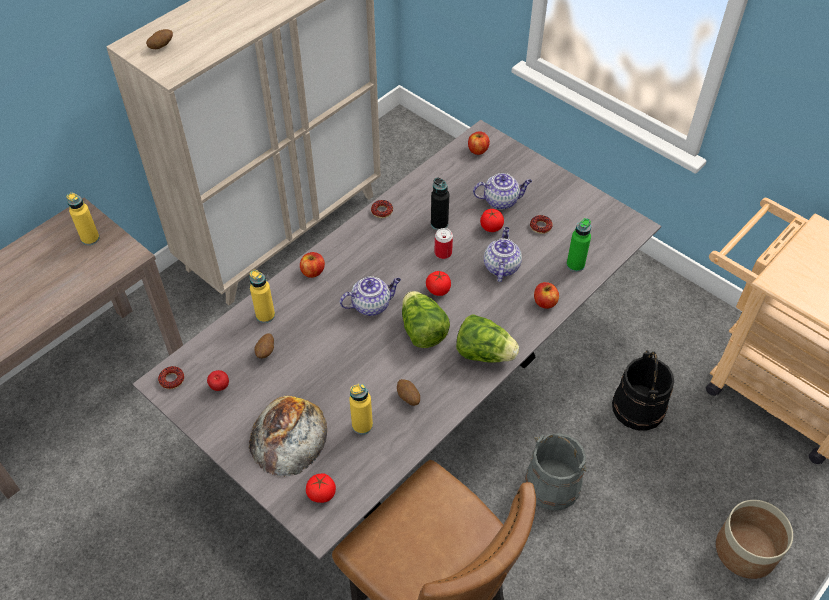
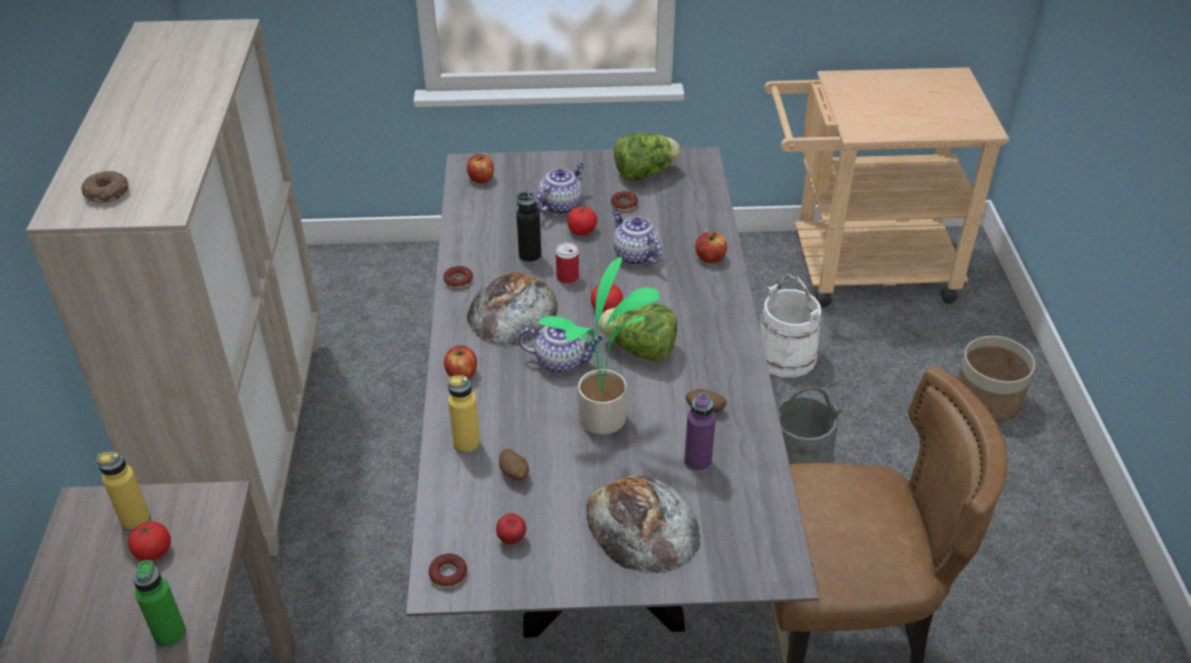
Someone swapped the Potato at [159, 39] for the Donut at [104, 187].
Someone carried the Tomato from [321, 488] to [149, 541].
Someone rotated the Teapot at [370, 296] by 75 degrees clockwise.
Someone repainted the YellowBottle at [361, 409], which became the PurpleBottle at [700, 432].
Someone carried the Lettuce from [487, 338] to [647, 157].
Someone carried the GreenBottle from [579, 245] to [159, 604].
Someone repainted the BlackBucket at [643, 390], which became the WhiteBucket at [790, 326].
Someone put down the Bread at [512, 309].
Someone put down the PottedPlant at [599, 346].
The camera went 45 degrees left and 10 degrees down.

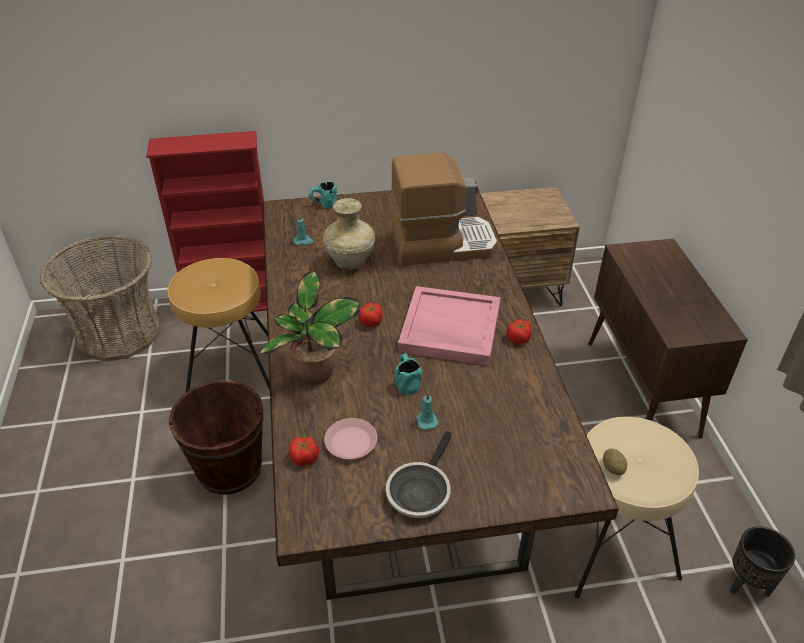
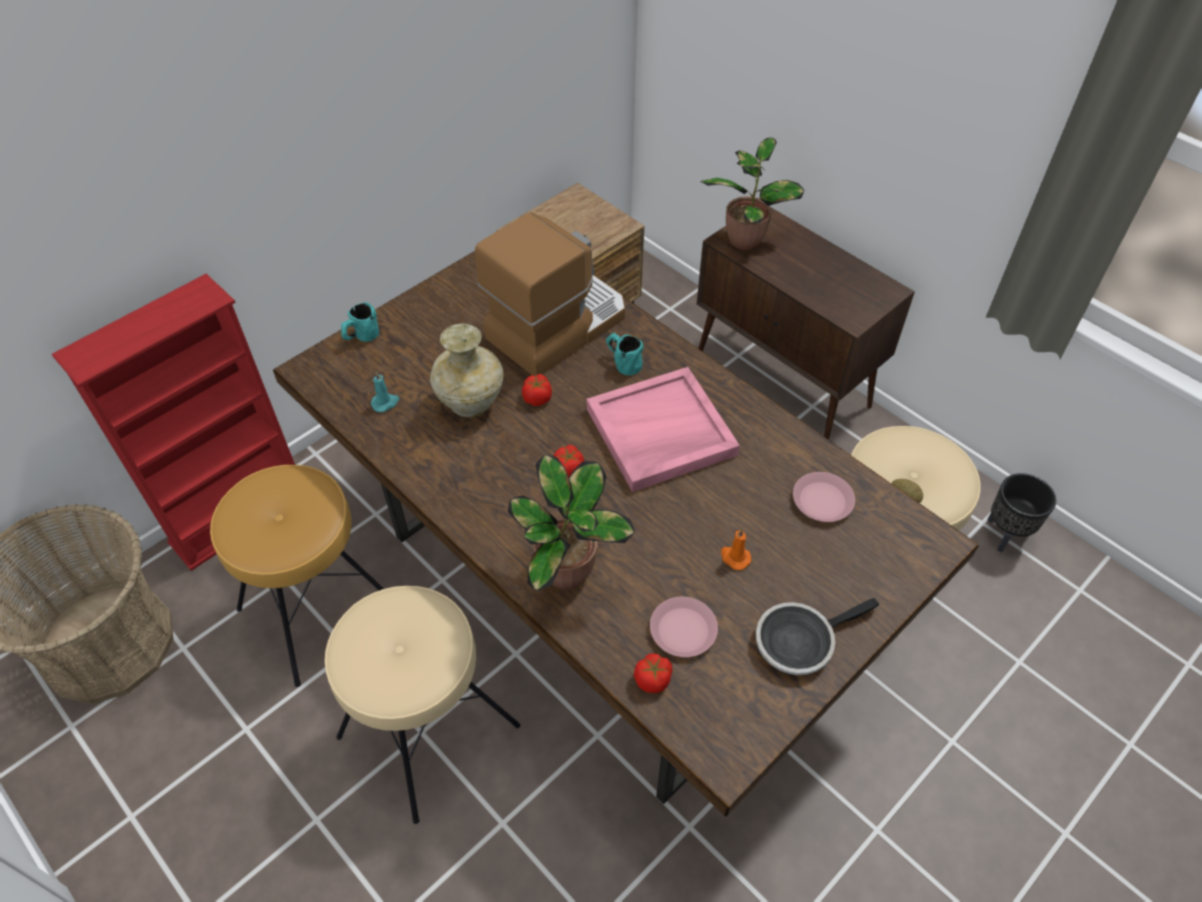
Someone swapped the BrownBucket at [216, 437] for the BeigeStool at [422, 705].
Someone rotated the FryingPan at [419, 475] by 75 degrees clockwise.
Someone carried the TurquoiseMug from [408, 374] to [625, 354].
Someone repainted the TurquoiseCandle at [427, 411], which became the OrangeCandle at [736, 549].
Someone carried the Tomato from [519, 331] to [537, 390].
Someone put down the PottedPlant at [752, 194].
Someone put down the PinkPlate at [824, 497].
The camera went 35 degrees left and 10 degrees up.

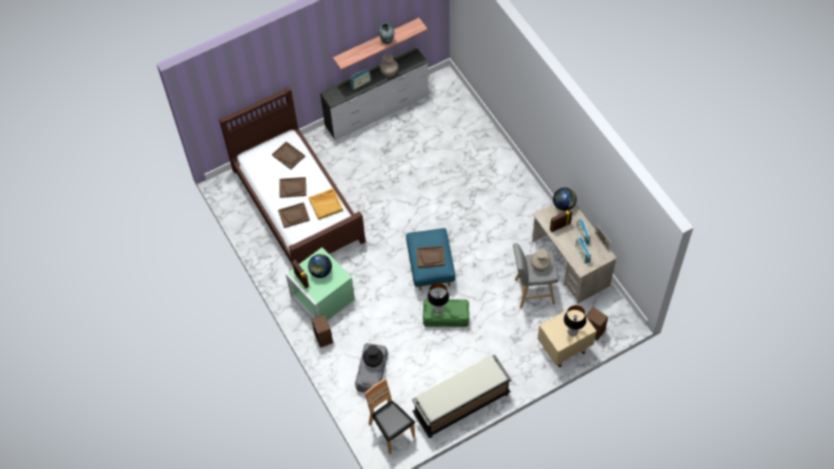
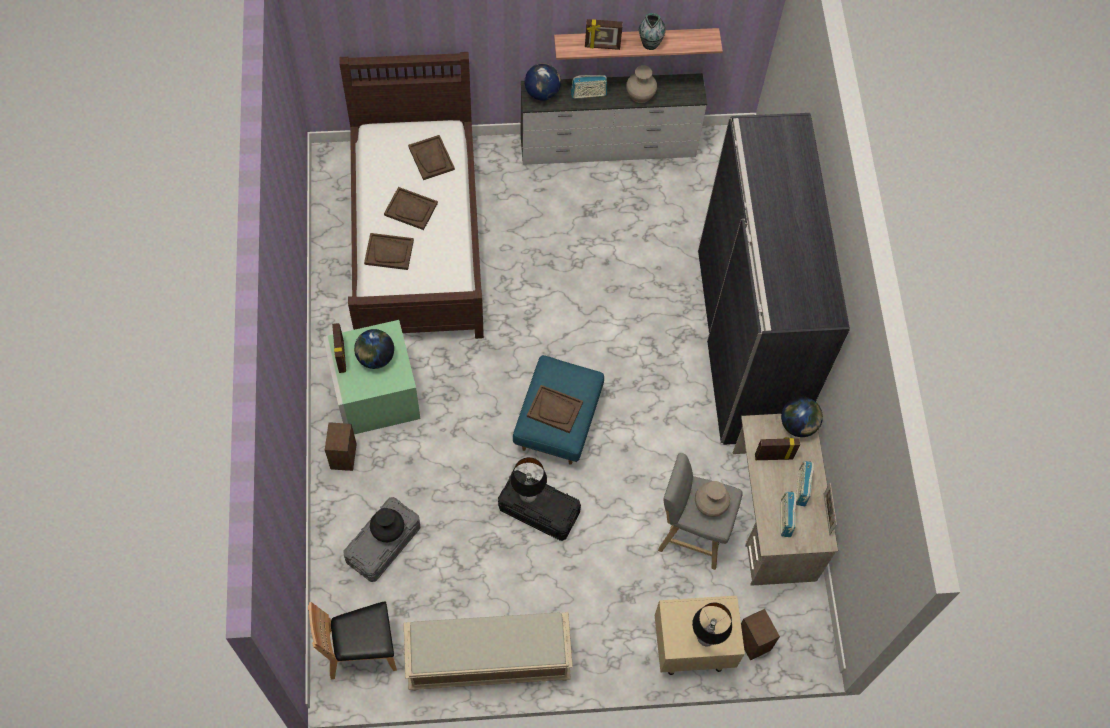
Someone took away the BeigeTray at [326, 204].
Someone rotated the BrownChair at [390, 416] by 90 degrees counterclockwise.
Someone repainted the BlackBench at [462, 396], which became the BeigeBench at [488, 651].
Someone repainted the GreenStorageBox at [446, 313], which became the BlackStorageBox at [539, 505].
Someone put down the Globe at [543, 82].
Someone put down the PictureFrame at [604, 34].
Someone put down the GreyWardrobe at [774, 279].
The camera went 20 degrees right and 5 degrees up.

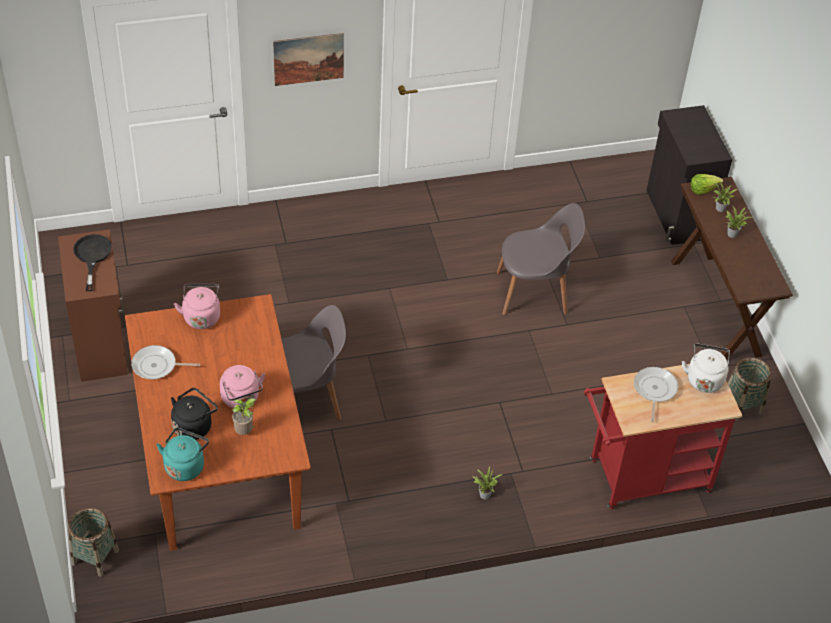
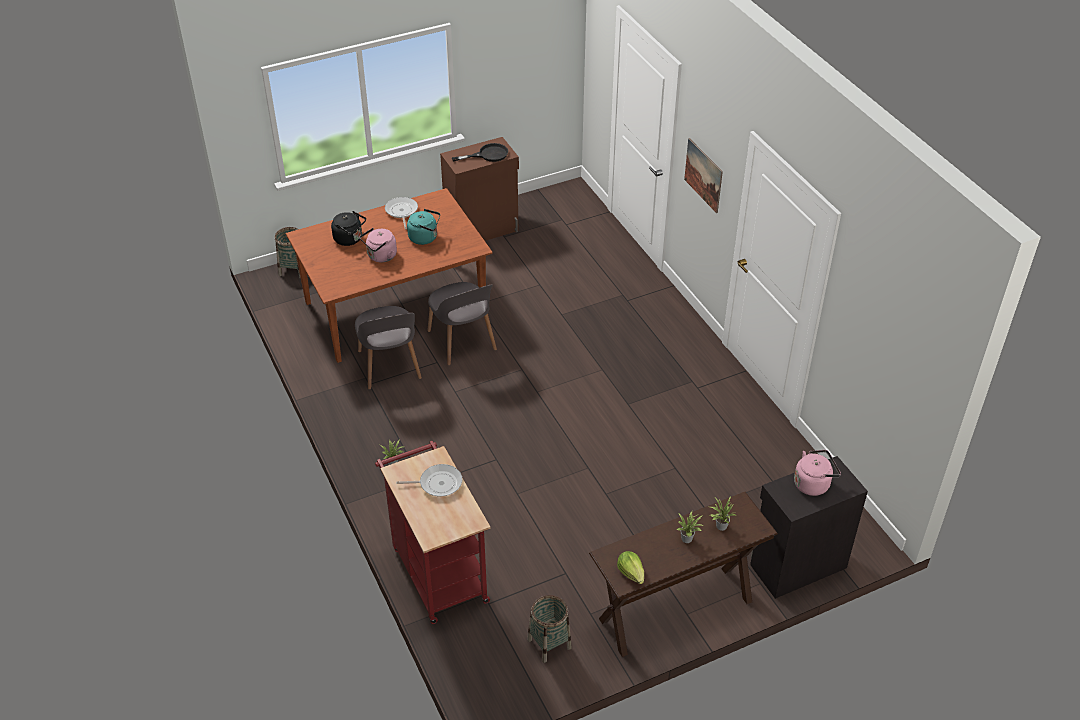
Someone carried the TurquoiseKettle from [183, 454] to [423, 227].
Someone carried the PinkKettle from [197, 306] to [817, 473].
Someone took away the PottedPlant at [244, 416].
Someone carried the GreyChair from [541, 259] to [388, 348].
Someone took away the WhiteKettle at [706, 368].
Someone carried the Lettuce from [707, 184] to [630, 567].
The camera went 80 degrees right and 5 degrees down.

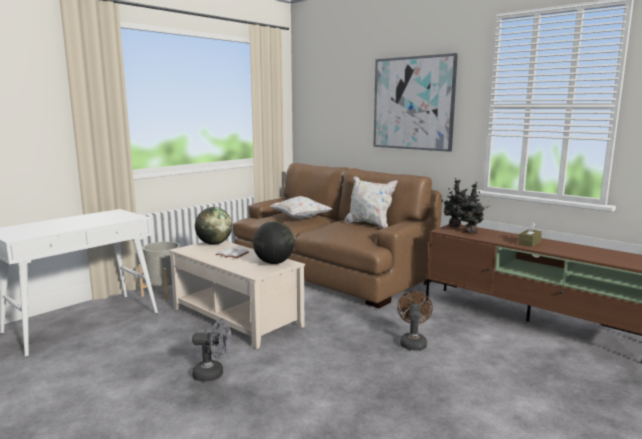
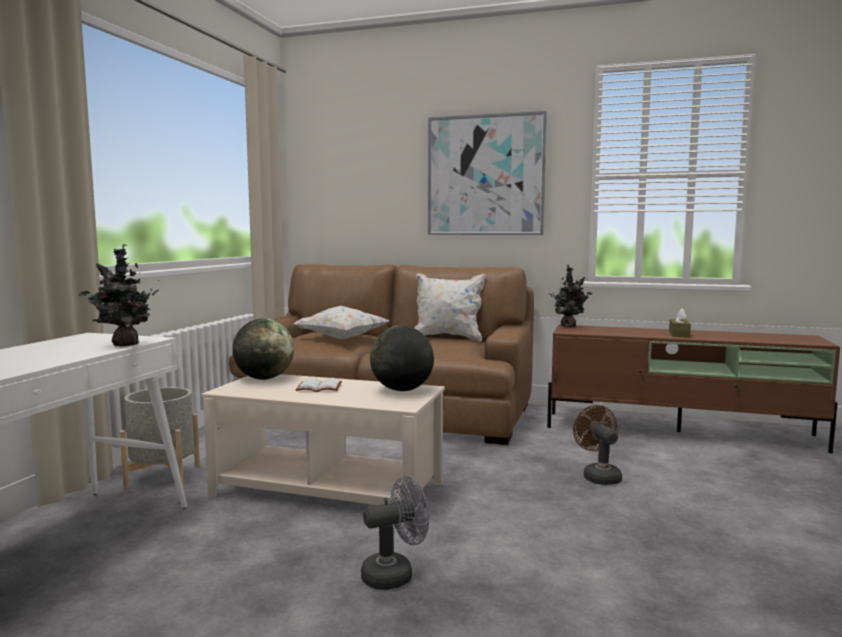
Someone carried the PottedPlant from [472, 208] to [118, 295].
The camera went 25 degrees left and 5 degrees down.

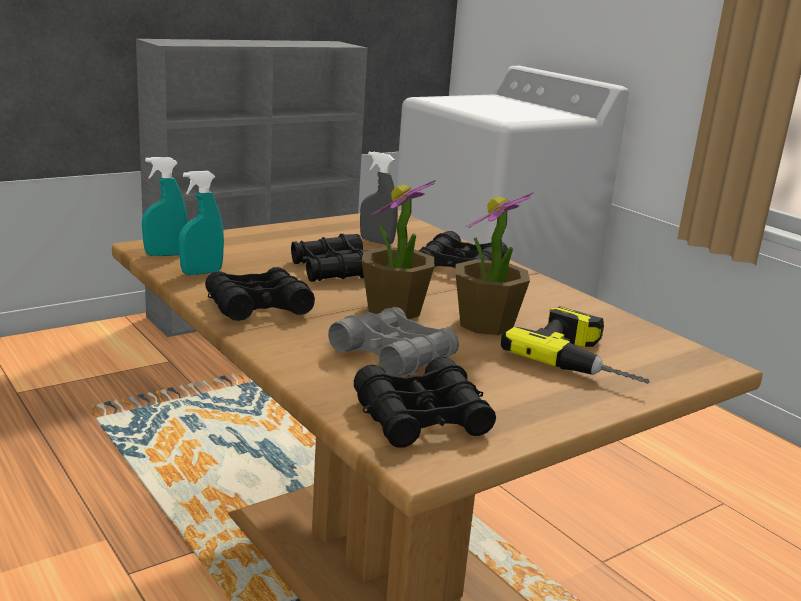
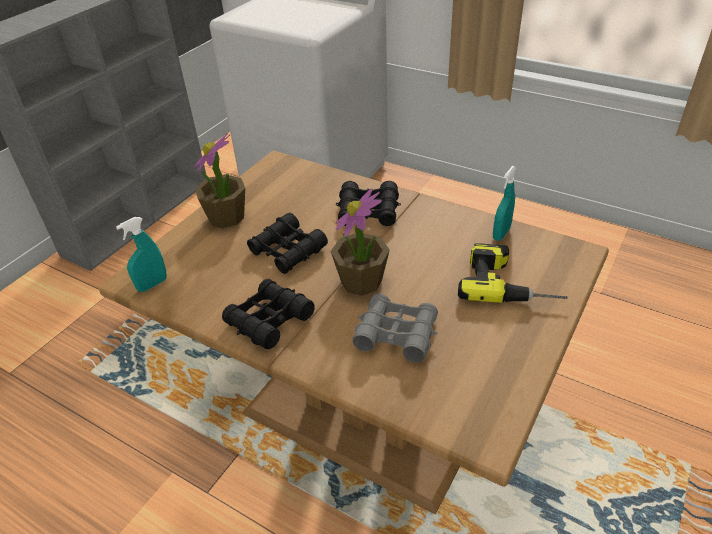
Someone carried the TurquoiseSprayBottle from [201, 223] to [505, 203].
Someone took away the BlackBinoculars at [425, 402].
Someone took away the GreySprayBottle at [379, 198].
Someone carried the PottedPlant from [495, 263] to [219, 180].
The camera went 20 degrees left and 20 degrees up.

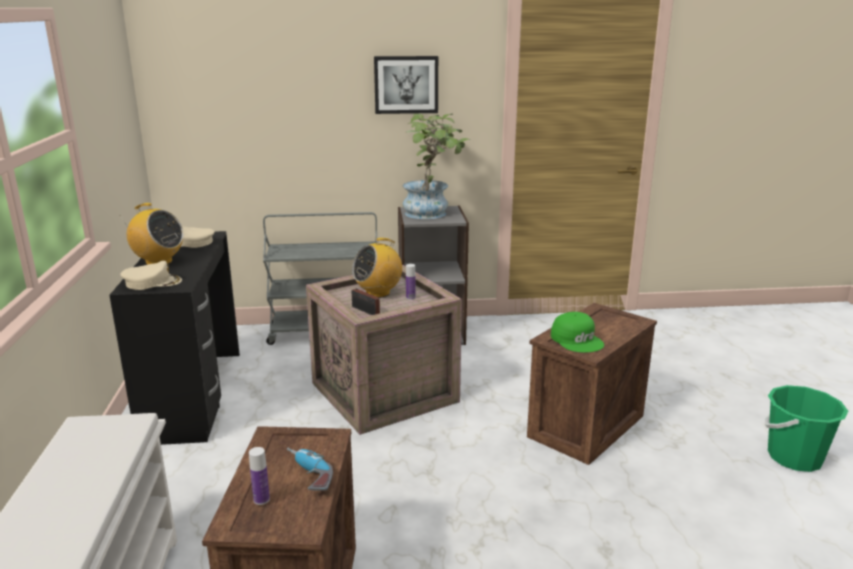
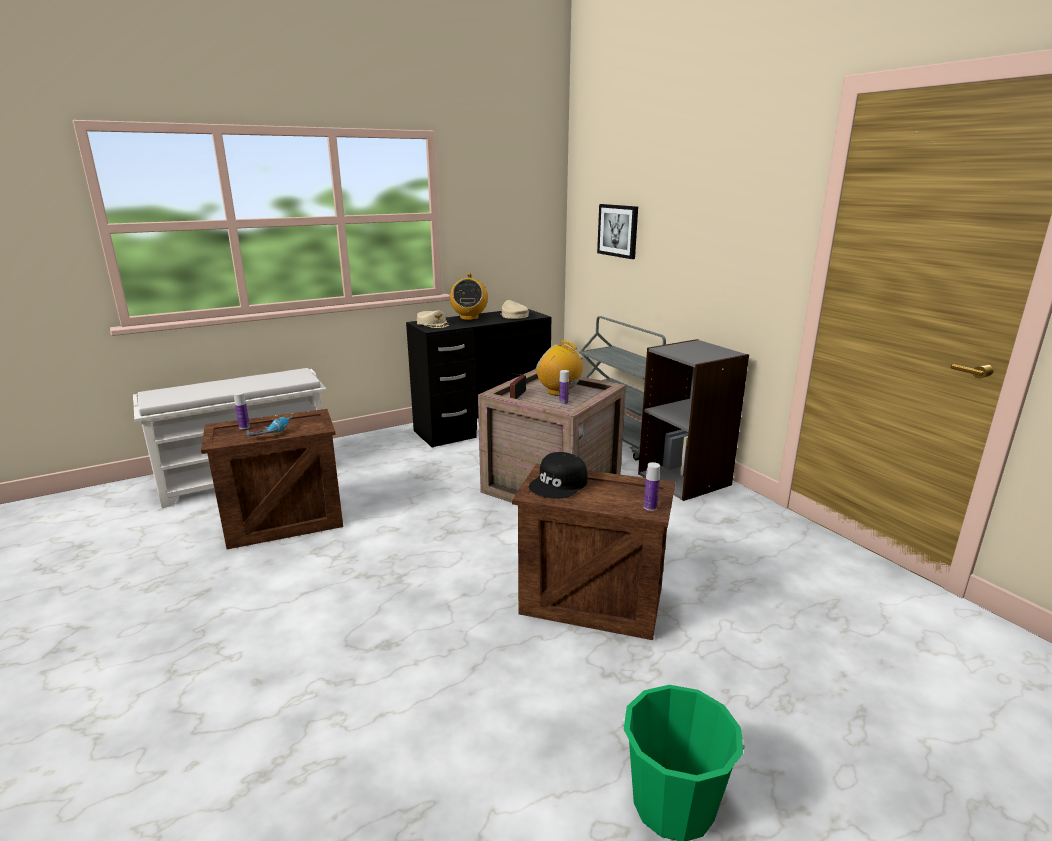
Someone carried the Picture from [406, 85] to [617, 231].
Someone took away the PottedPlant at [437, 166].
Someone repainted the GreenCap at [577, 332], which became the BlackCap at [558, 475].
Someone put down the Bottle at [652, 486].
The camera went 65 degrees right and 0 degrees up.

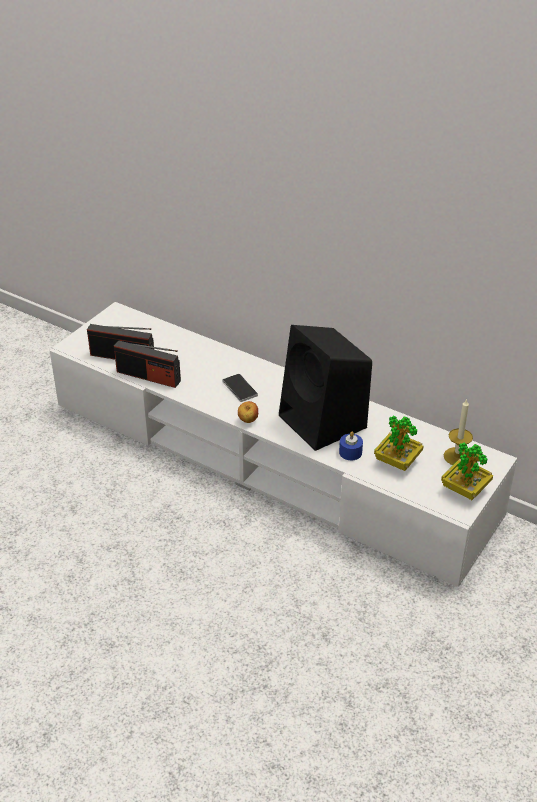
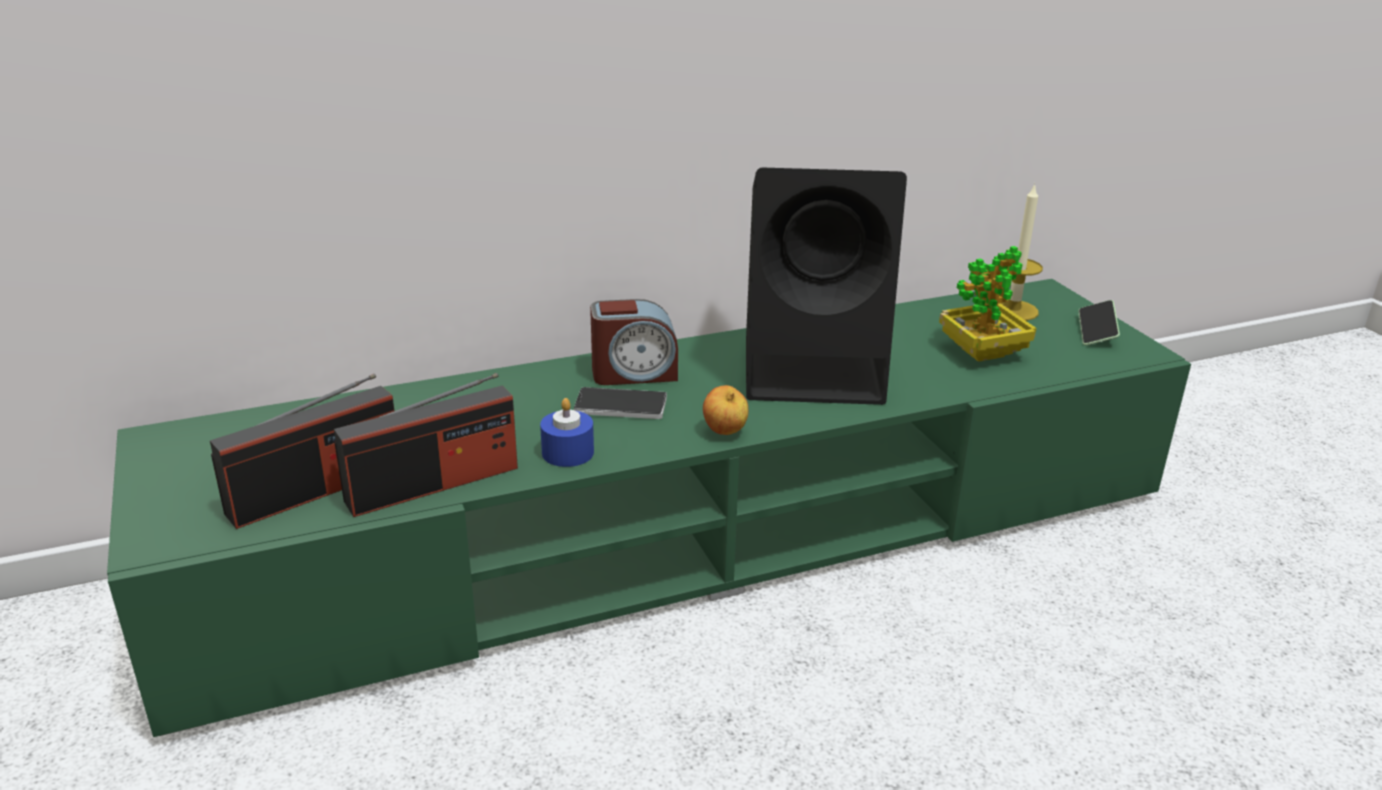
Someone repainted the WhiteTvStand at [283, 444], which became the GreenTvStand at [649, 508].
Someone carried the BlueCandle from [351, 445] to [567, 432].
Someone swapped the PottedPlant at [467, 471] for the Phone at [1099, 322].
Someone put down the AlarmClock at [634, 342].
The camera went 55 degrees left and 10 degrees down.

